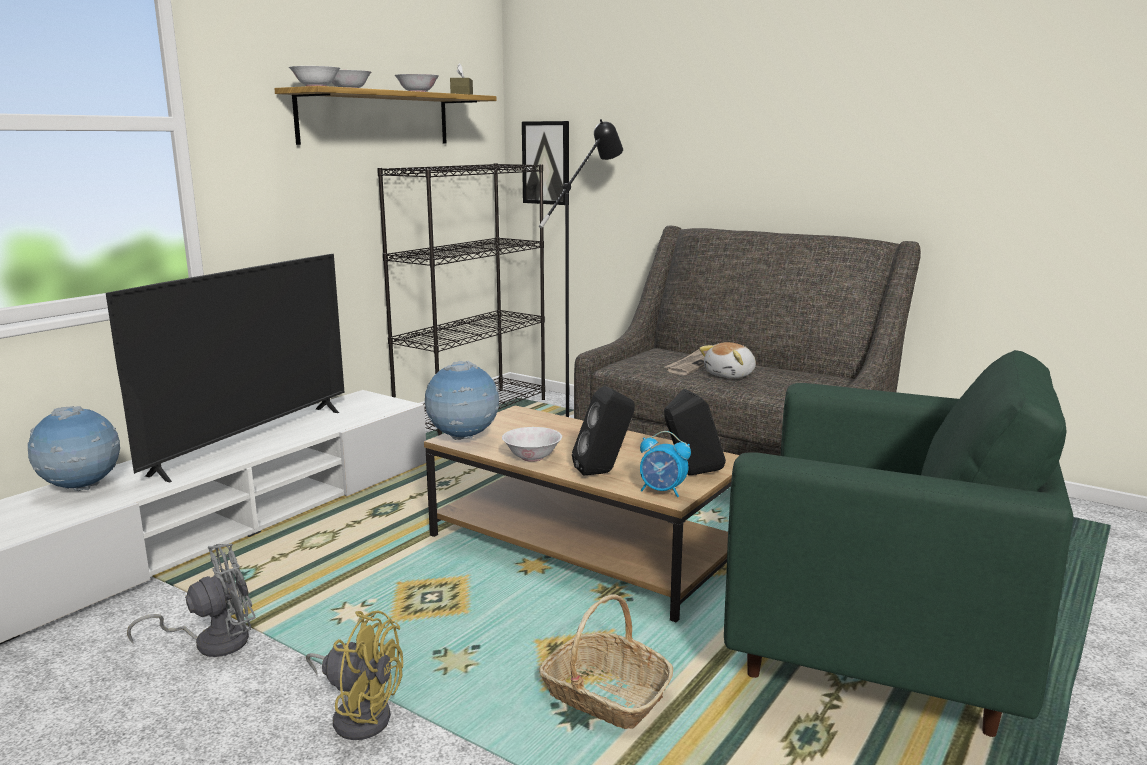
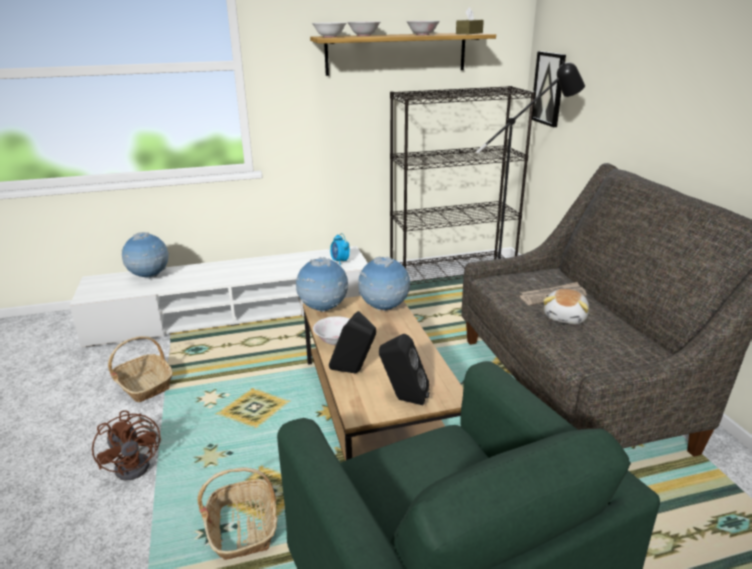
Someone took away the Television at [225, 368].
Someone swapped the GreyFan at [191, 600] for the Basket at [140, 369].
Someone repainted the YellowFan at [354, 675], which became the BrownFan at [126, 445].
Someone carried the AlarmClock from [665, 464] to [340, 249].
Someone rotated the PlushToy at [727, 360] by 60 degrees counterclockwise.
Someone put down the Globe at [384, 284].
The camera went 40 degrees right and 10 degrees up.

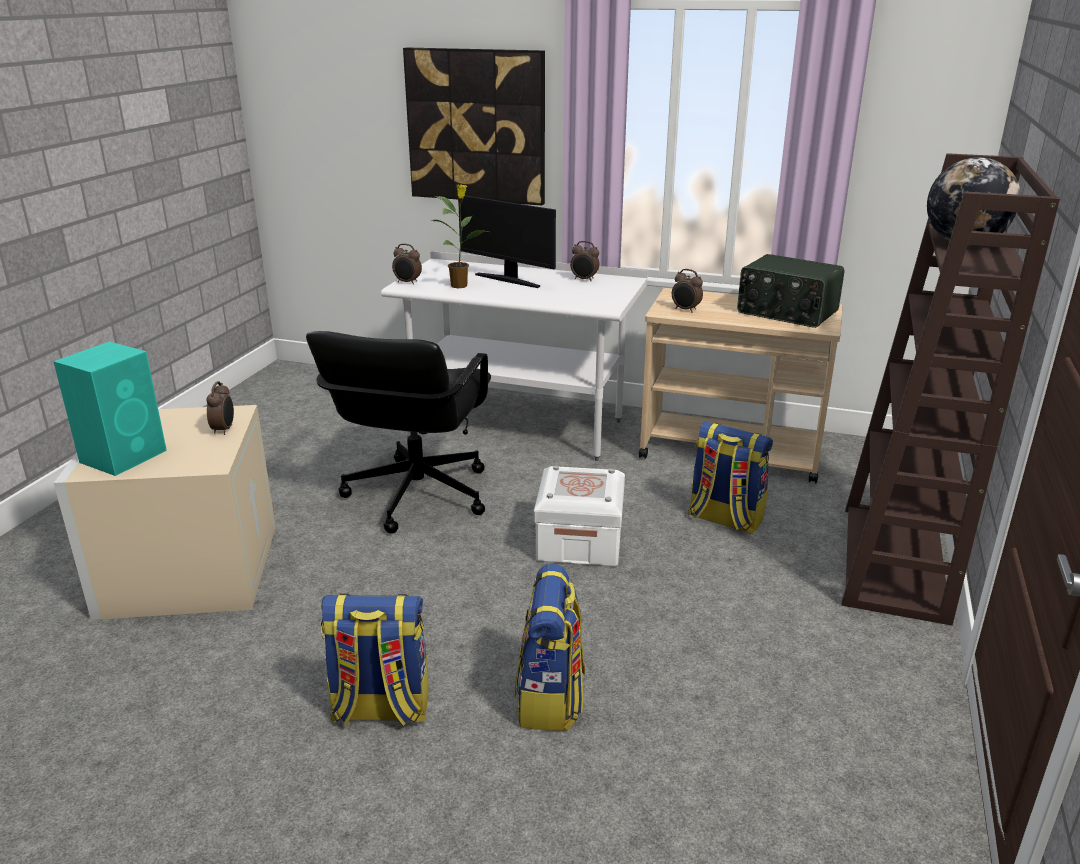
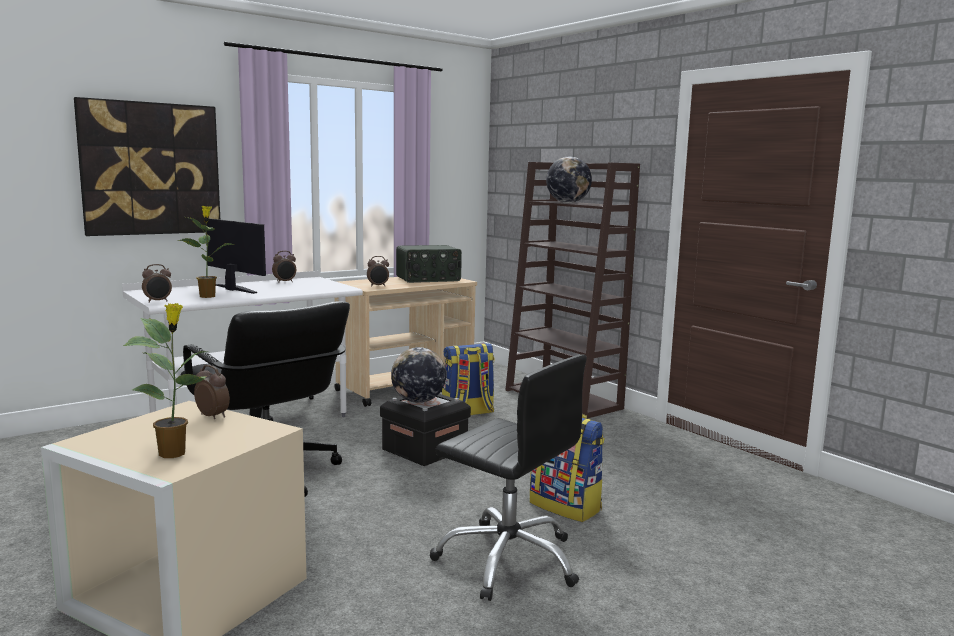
Someone swapped the TurquoiseSpeaker at [110, 408] for the PottedPlant at [165, 380].
Someone swapped the Backpack at [374, 660] for the BlackOfficeChair at [508, 477].
Someone rotated the Monitor at [507, 241] by 120 degrees counterclockwise.
Someone repainted the WhiteStorageBox at [579, 515], which became the BlackStorageBox at [425, 430].
Someone put down the Globe at [418, 375].
The camera went 55 degrees left and 15 degrees down.

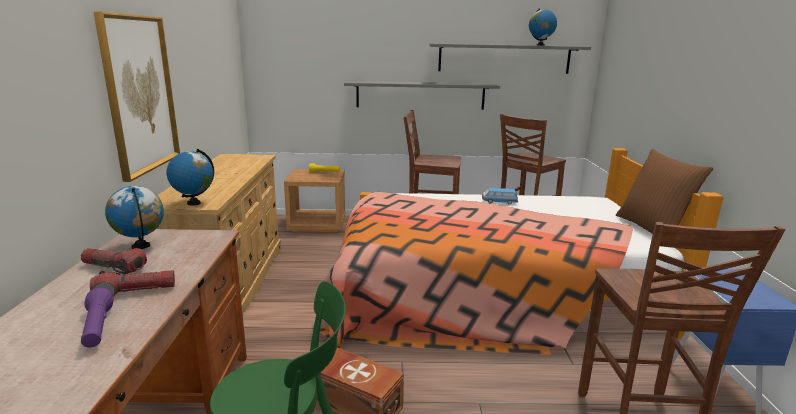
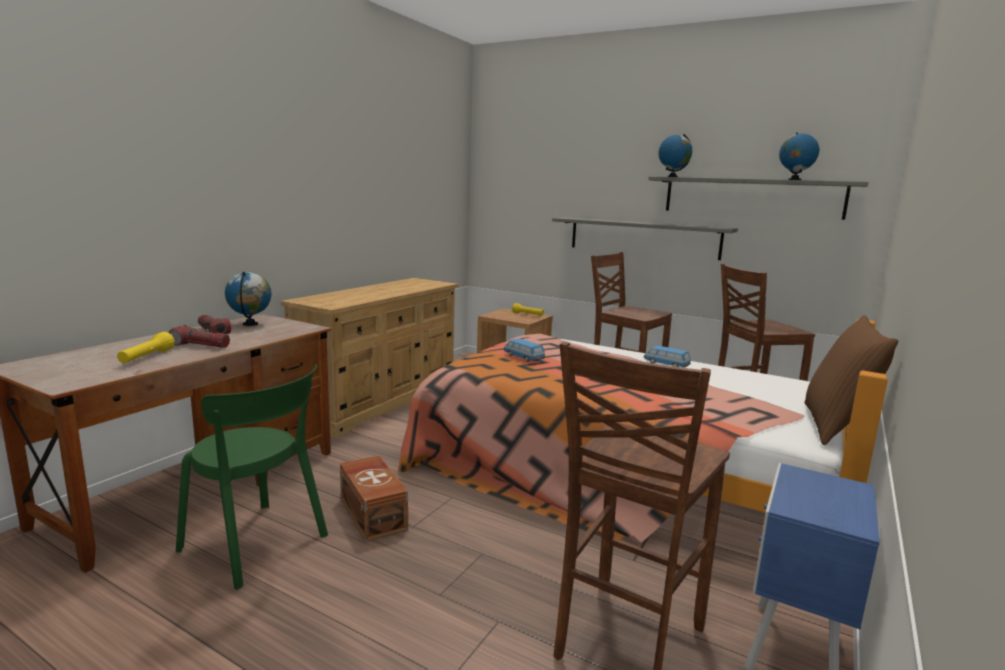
Someone repainted the PurpleFlashlight at [97, 318], which became the YellowFlashlight at [146, 347].
Someone took away the Picture at [137, 96].
Someone carried the Globe from [190, 177] to [675, 155].
Someone put down the ToyCar at [524, 350].
The camera went 30 degrees right and 5 degrees down.

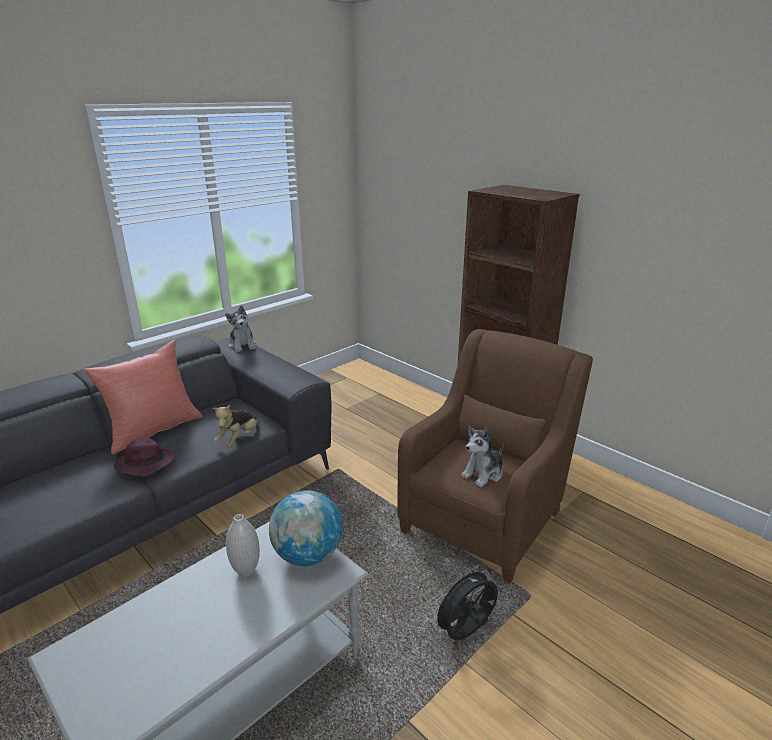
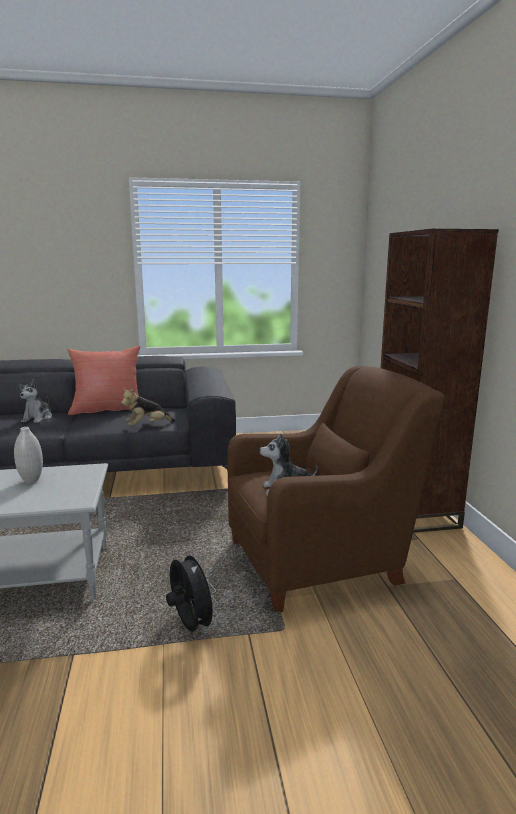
Someone took away the PurpleHat at [144, 456].
Someone carried the PlushToy from [240, 329] to [35, 401].
Someone took away the Globe at [306, 528].
Someone rotated the BlackFan at [465, 603] by 60 degrees clockwise.
The camera went 35 degrees right and 10 degrees down.

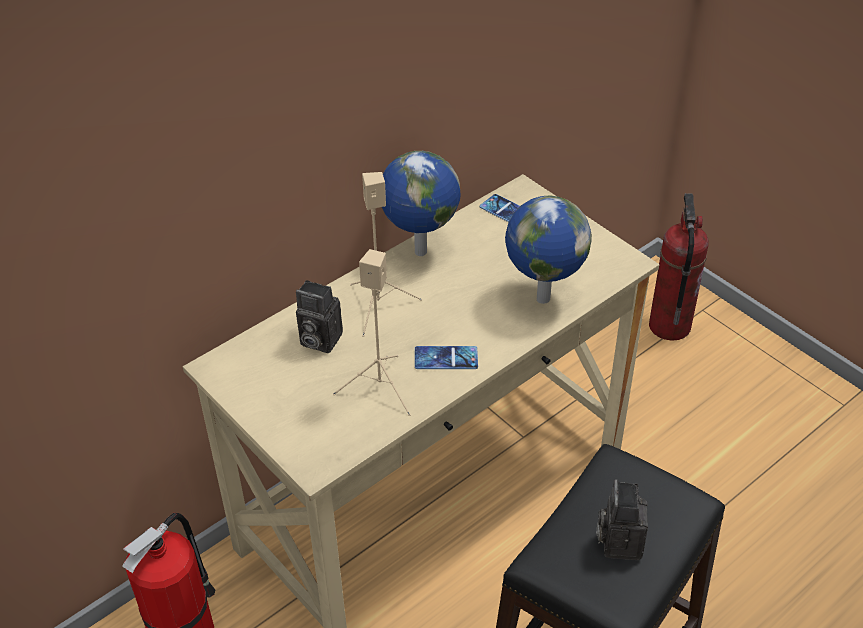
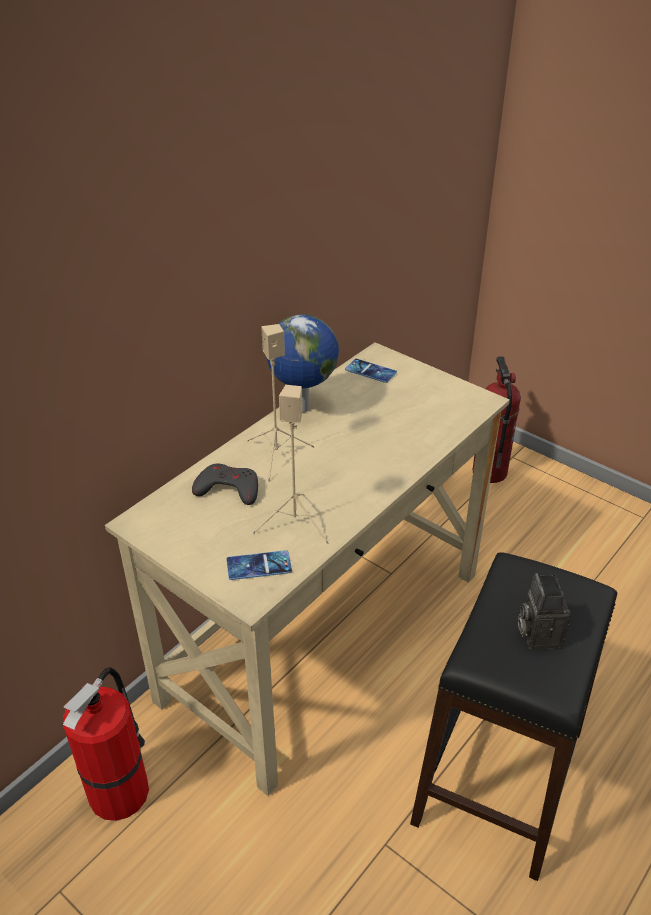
Someone swapped the PhotoCamera at [319, 316] for the GreyGameController at [225, 484].
Someone carried the Phone from [446, 357] to [259, 565].
Someone took away the Globe at [548, 250].
The camera went 10 degrees left and 5 degrees down.

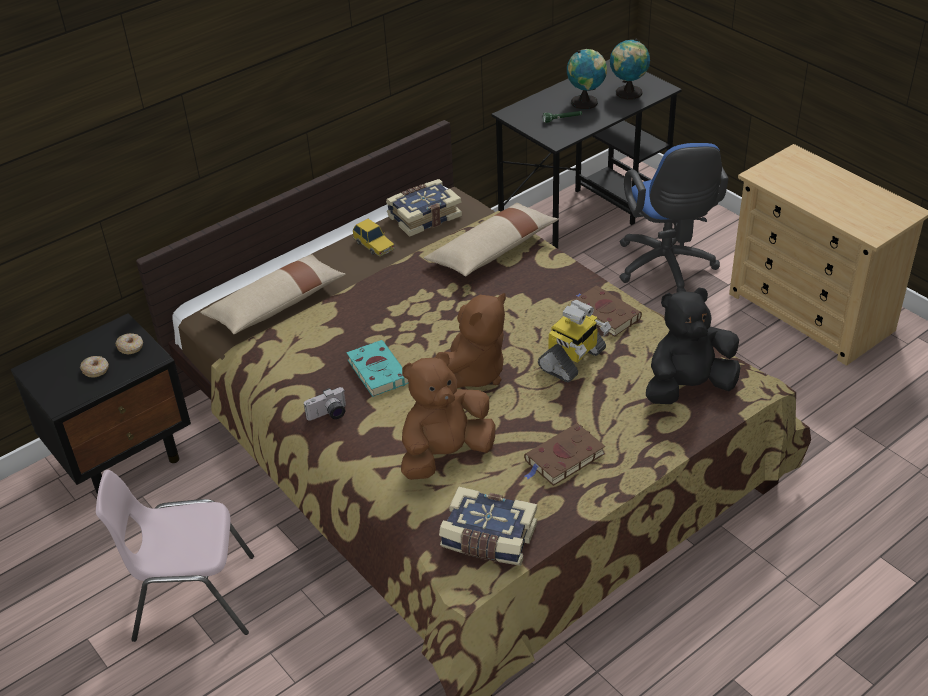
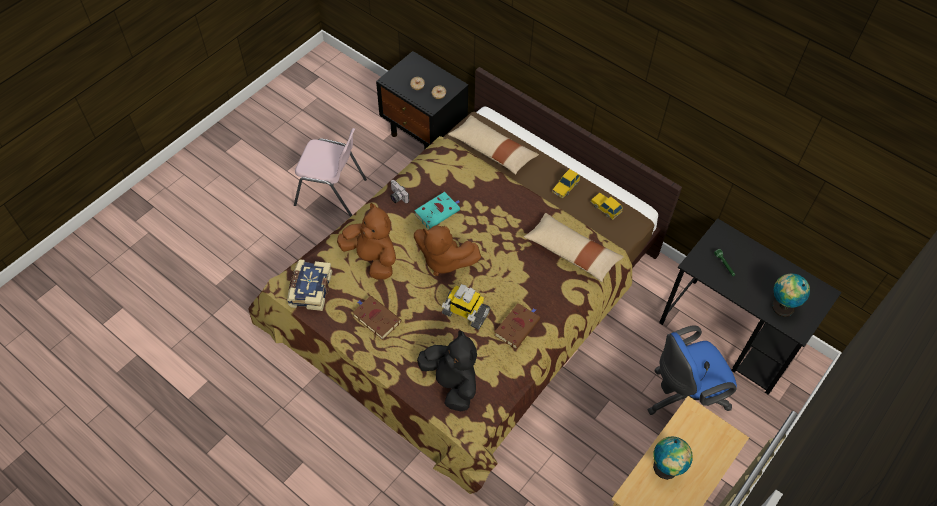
Someone rotated the PinkChair at [175, 556] by 120 degrees clockwise.
Someone swapped the Book at [424, 208] for the ToyCar at [606, 206].
Someone carried the Globe from [587, 79] to [673, 458].
The camera went 75 degrees right and 15 degrees up.

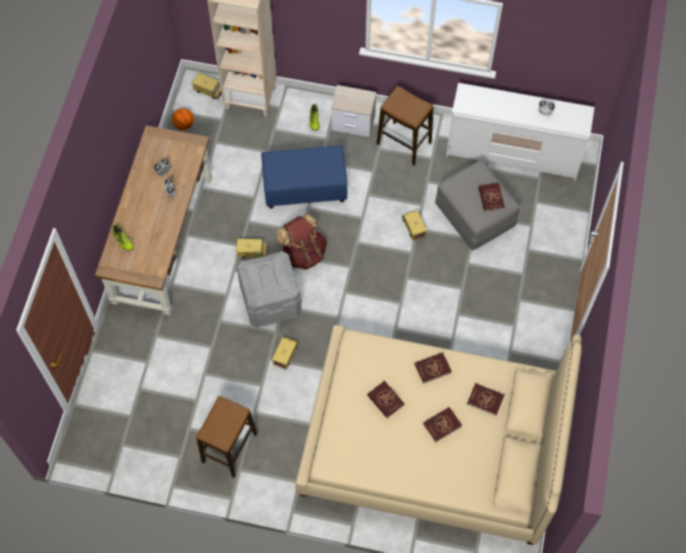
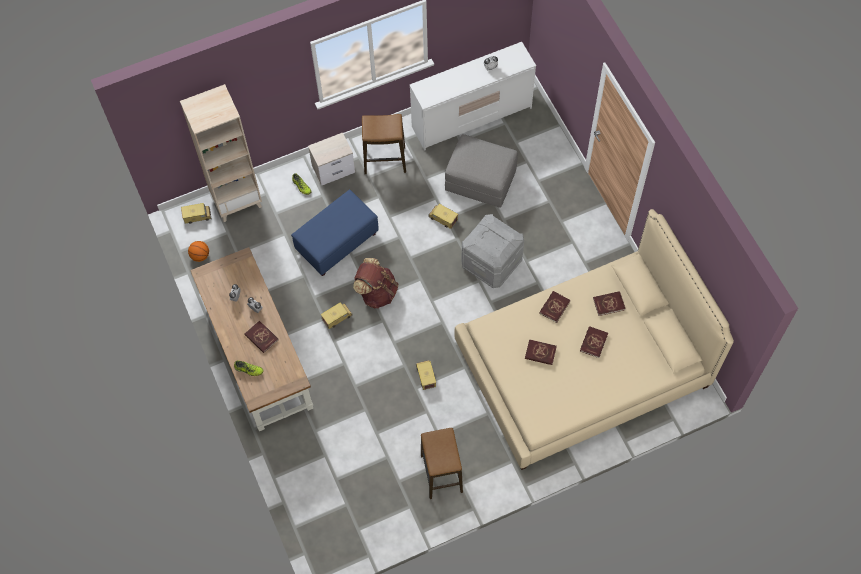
Someone carried the GreyStorageBox from [269, 289] to [492, 251].
Someone carried the RedBook from [491, 197] to [261, 336].
The camera went 35 degrees left and 0 degrees up.

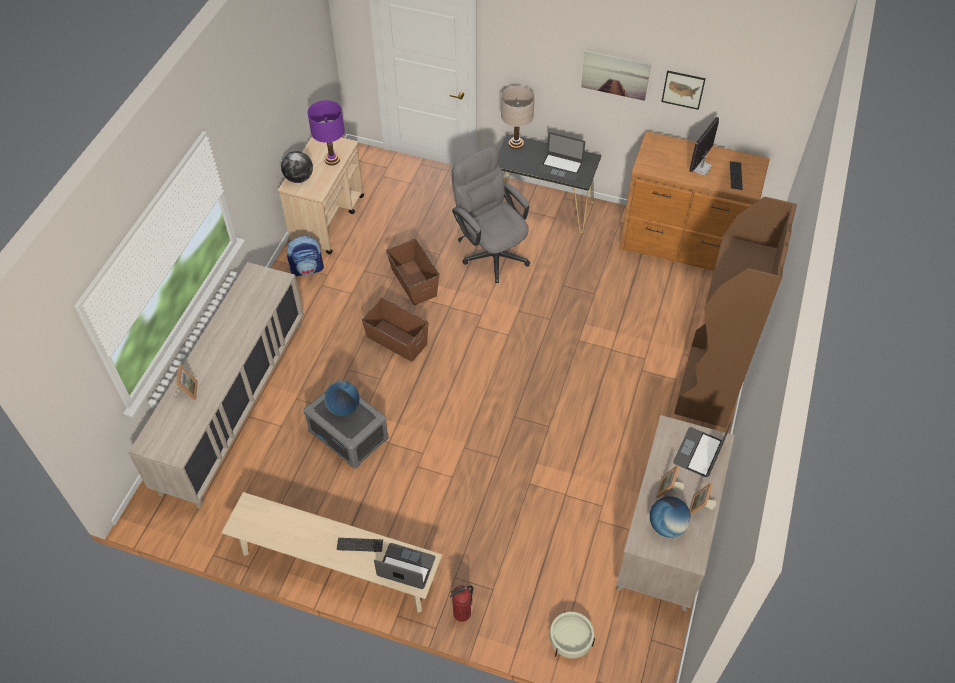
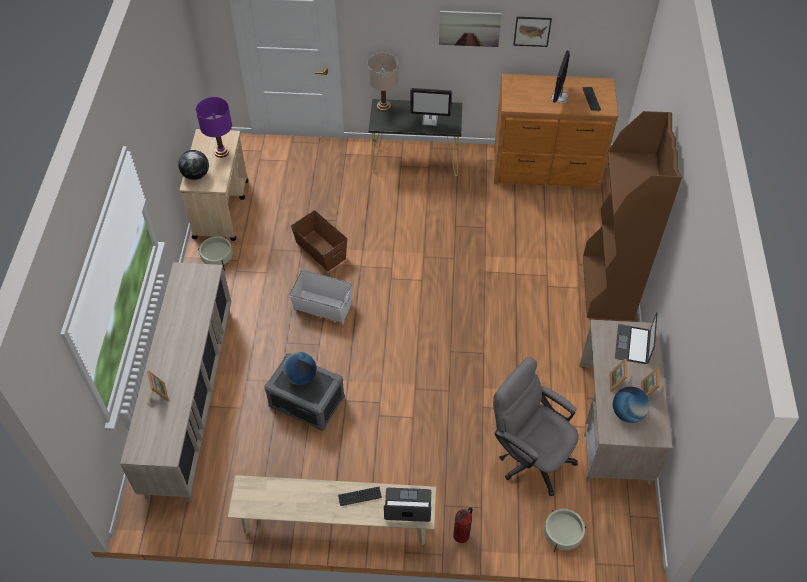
Someone swapped the Backpack at [305, 256] for the BeigePlanter at [215, 253].
Someone repainted the BrownStorageBox at [395, 329], which became the WhiteStorageBox at [320, 296].
Someone carried the GreyOfficeChair from [490, 214] to [536, 426].
Someone swapped the Laptop at [561, 156] for the Monitor at [431, 107].
The camera went 15 degrees left and 0 degrees up.

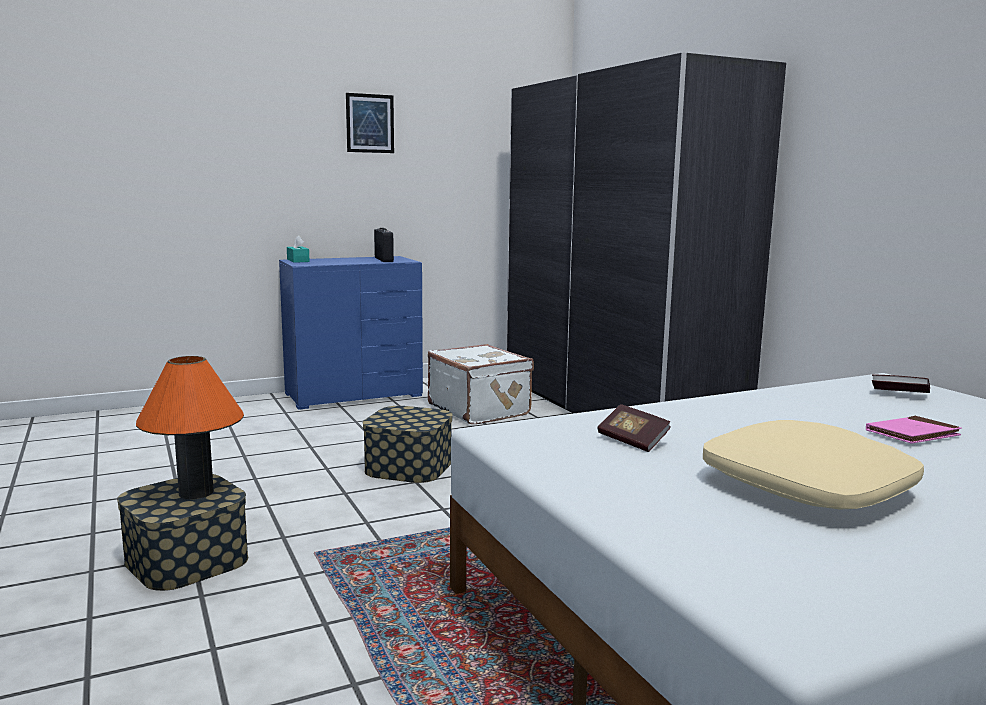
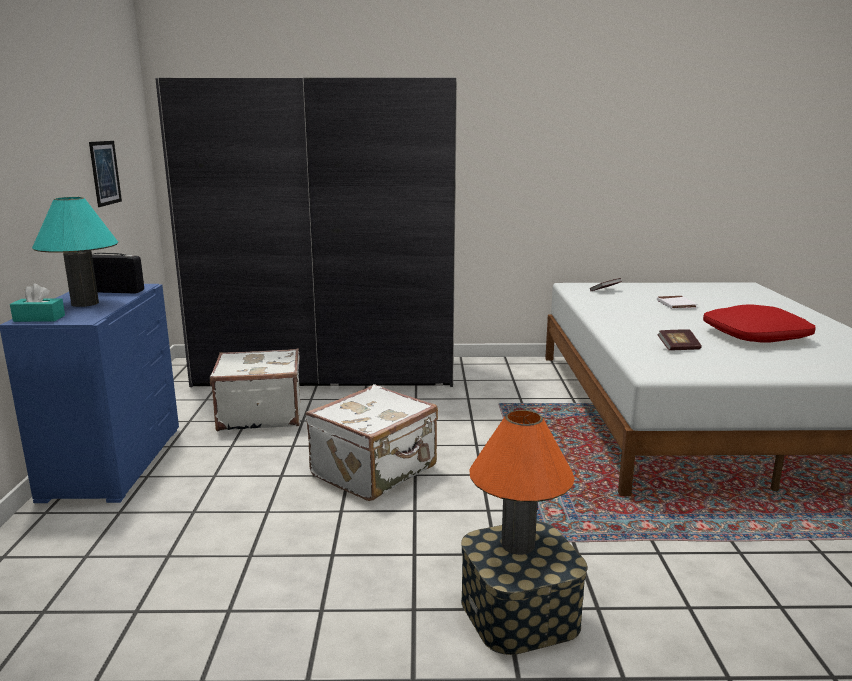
Someone carried the Picture from [370, 123] to [105, 174].
Someone swapped the StorageBox at [408, 444] for the WhiteSuitcase at [371, 442].
Someone repainted the BeigePillow at [813, 465], which became the RedPillow at [759, 324].
Someone repainted the PinkBook at [914, 430], which became the WhiteBook at [677, 302].
Someone put down the TurquoiseTableLamp at [75, 252].
The camera went 65 degrees left and 5 degrees up.

